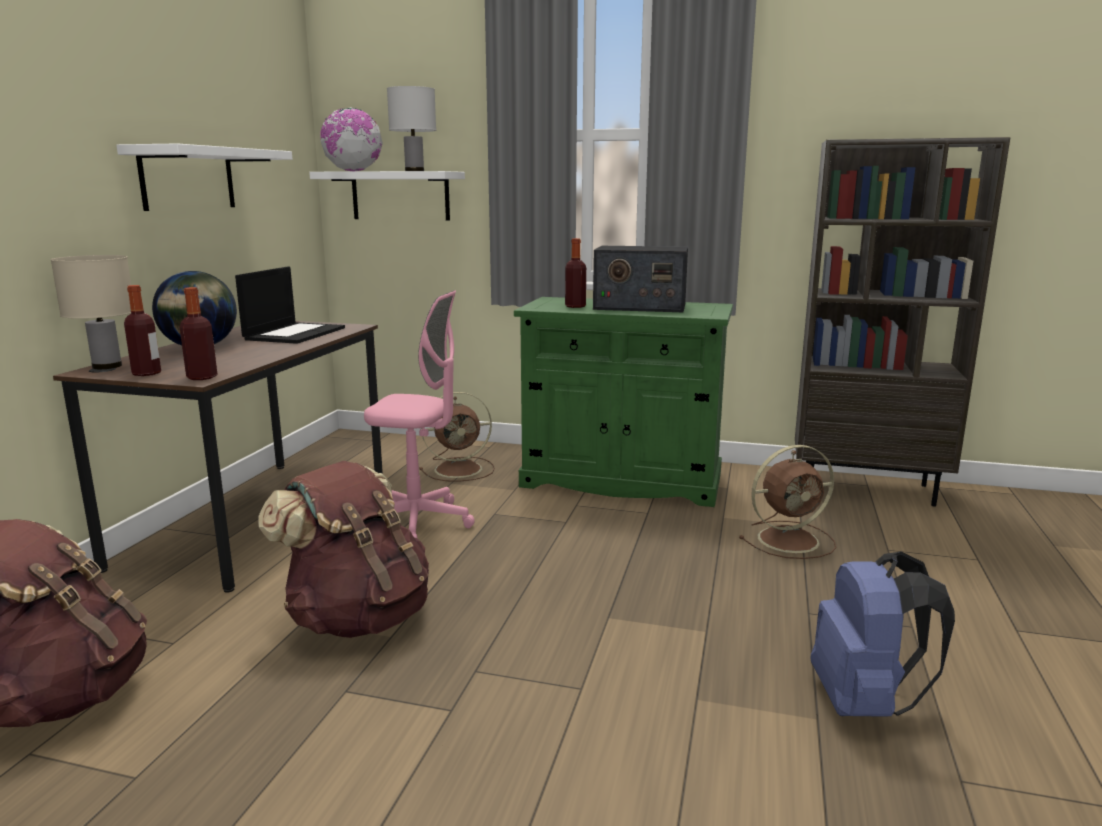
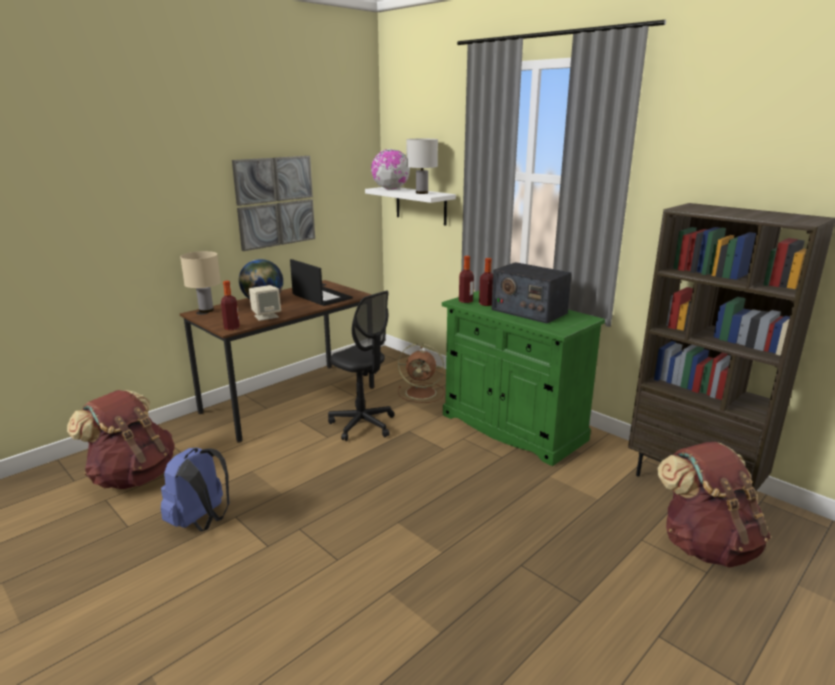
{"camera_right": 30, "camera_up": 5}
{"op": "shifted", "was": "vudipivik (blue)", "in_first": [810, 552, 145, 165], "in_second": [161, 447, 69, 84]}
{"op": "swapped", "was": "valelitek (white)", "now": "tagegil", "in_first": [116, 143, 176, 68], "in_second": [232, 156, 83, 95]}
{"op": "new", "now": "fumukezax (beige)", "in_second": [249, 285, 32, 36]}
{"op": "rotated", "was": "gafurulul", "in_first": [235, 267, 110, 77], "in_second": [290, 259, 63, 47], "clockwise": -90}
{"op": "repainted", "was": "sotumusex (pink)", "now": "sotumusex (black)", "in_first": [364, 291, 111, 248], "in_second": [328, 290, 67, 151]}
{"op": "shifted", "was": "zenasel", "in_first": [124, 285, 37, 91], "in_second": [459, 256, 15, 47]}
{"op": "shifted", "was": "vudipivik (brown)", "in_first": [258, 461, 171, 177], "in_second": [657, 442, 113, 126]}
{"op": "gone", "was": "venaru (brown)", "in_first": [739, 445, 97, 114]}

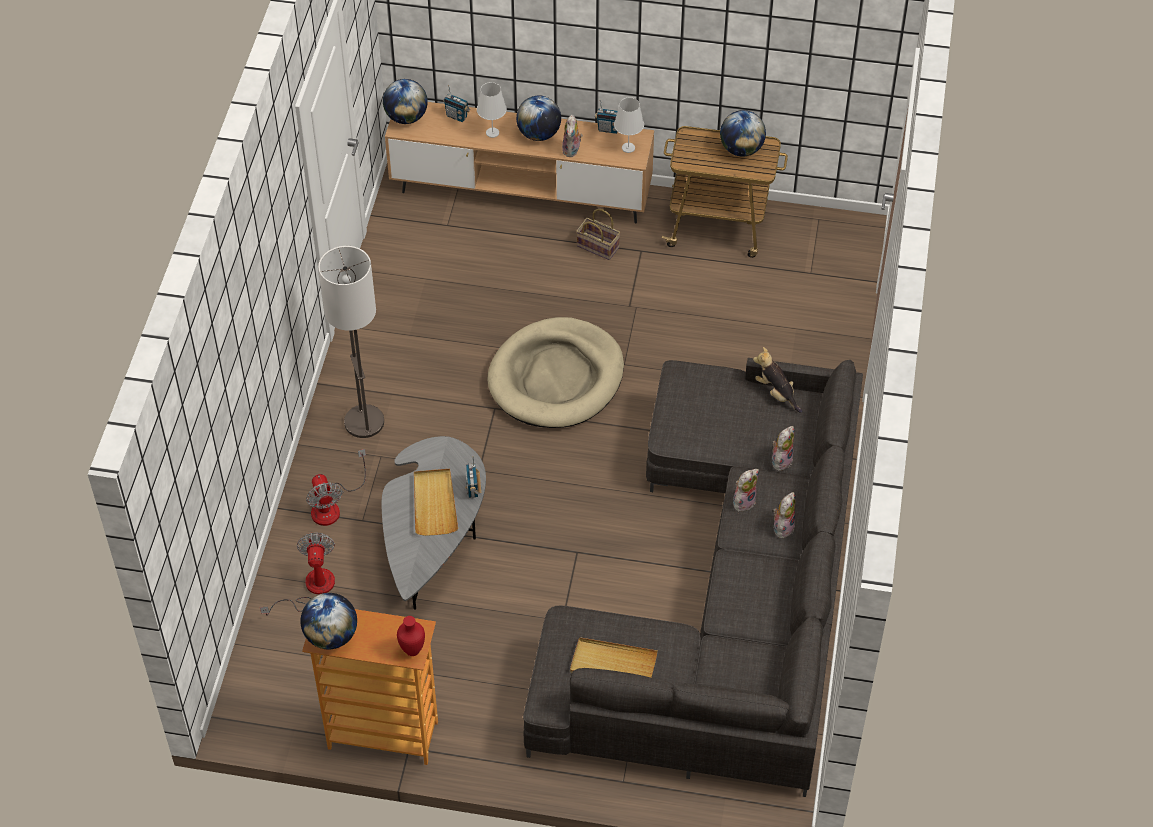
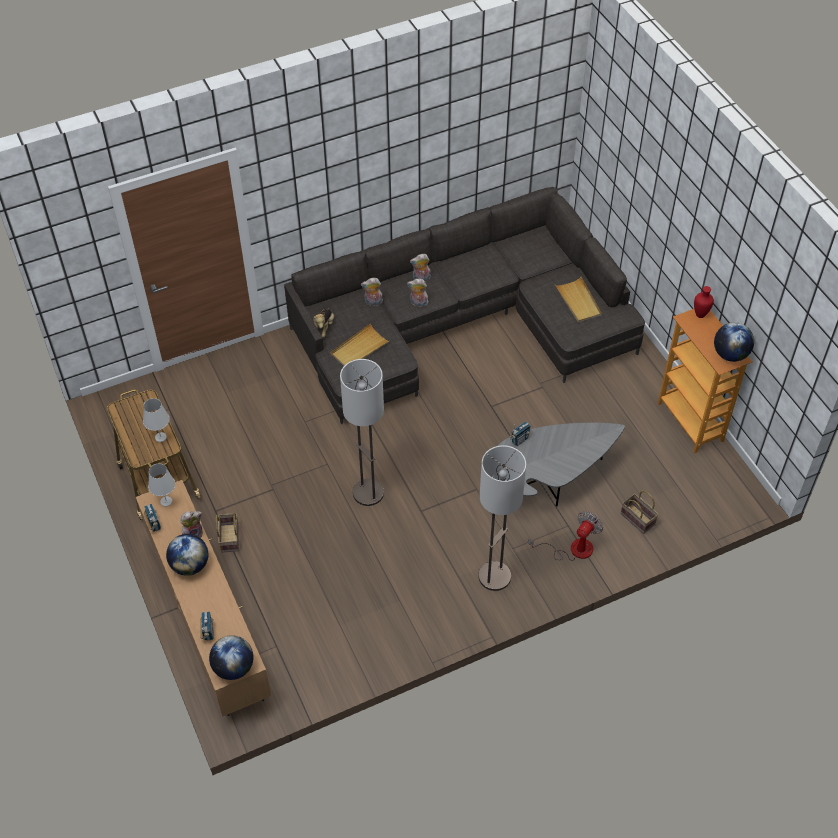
{"camera_right": -125, "camera_up": 0}
{"op": "shifted", "was": "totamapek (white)", "in_first": [477, 82, 30, 56], "in_second": [143, 398, 27, 44]}
{"op": "shifted", "was": "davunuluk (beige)", "in_first": [414, 469, 44, 67], "in_second": [331, 324, 58, 42]}
{"op": "swapped", "was": "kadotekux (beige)", "now": "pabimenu", "in_first": [487, 317, 137, 111], "in_second": [340, 359, 44, 147]}
{"op": "swapped", "was": "venaru", "now": "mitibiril", "in_first": [260, 532, 75, 84], "in_second": [621, 490, 38, 44]}
{"op": "gone", "was": "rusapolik", "in_first": [720, 110, 46, 46]}

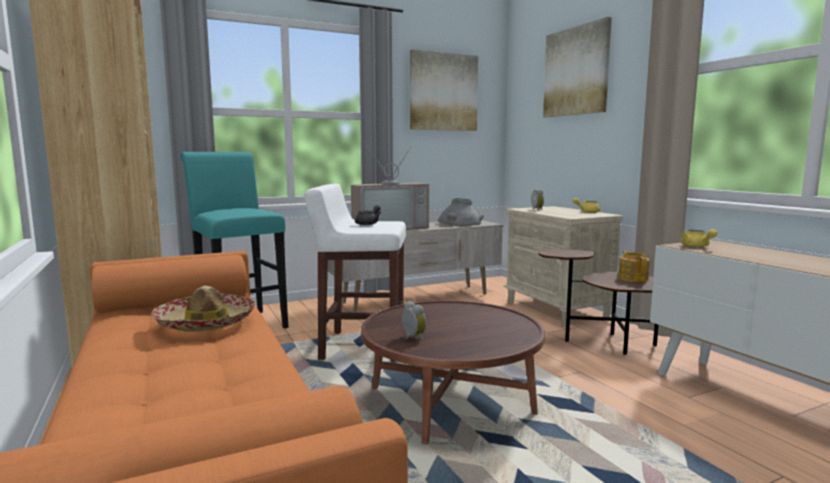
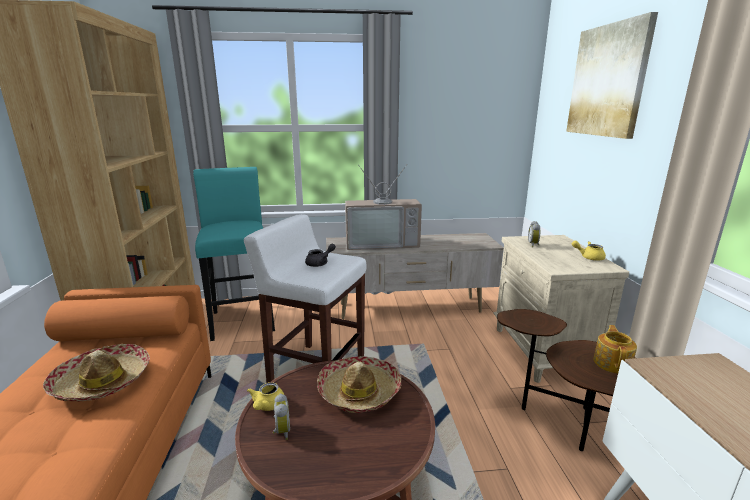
{"camera_right": 20, "camera_up": 10}
{"op": "shifted", "was": "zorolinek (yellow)", "in_first": [681, 229, 36, 18], "in_second": [247, 382, 37, 29]}
{"op": "new", "now": "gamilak", "in_second": [317, 356, 84, 57]}
{"op": "gone", "was": "tagegil", "in_first": [410, 49, 68, 82]}
{"op": "gone", "was": "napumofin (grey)", "in_first": [438, 198, 46, 28]}

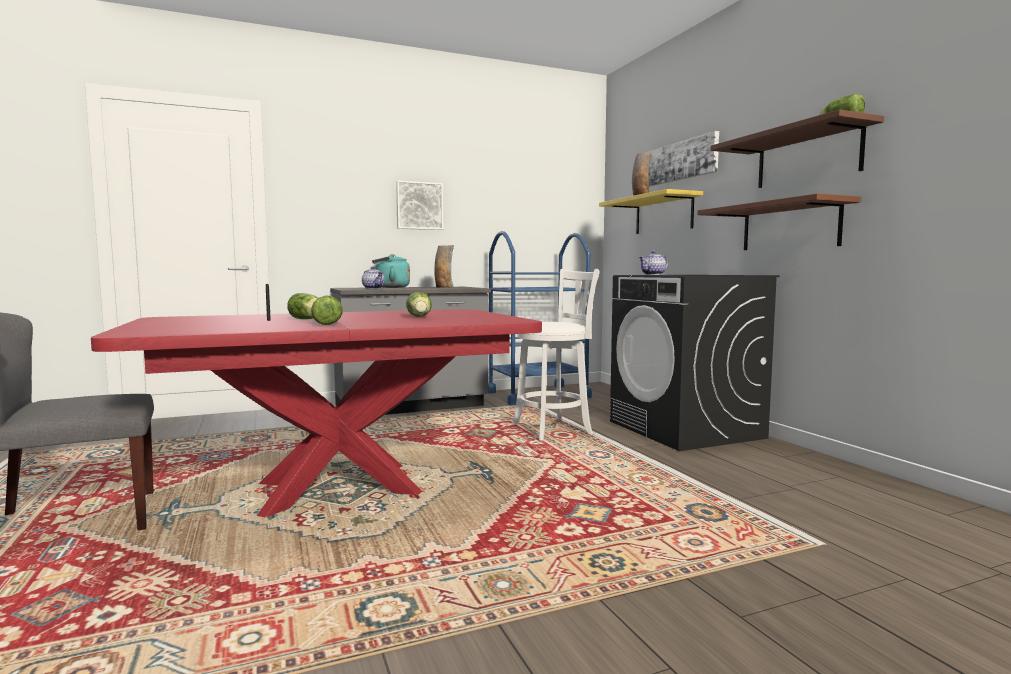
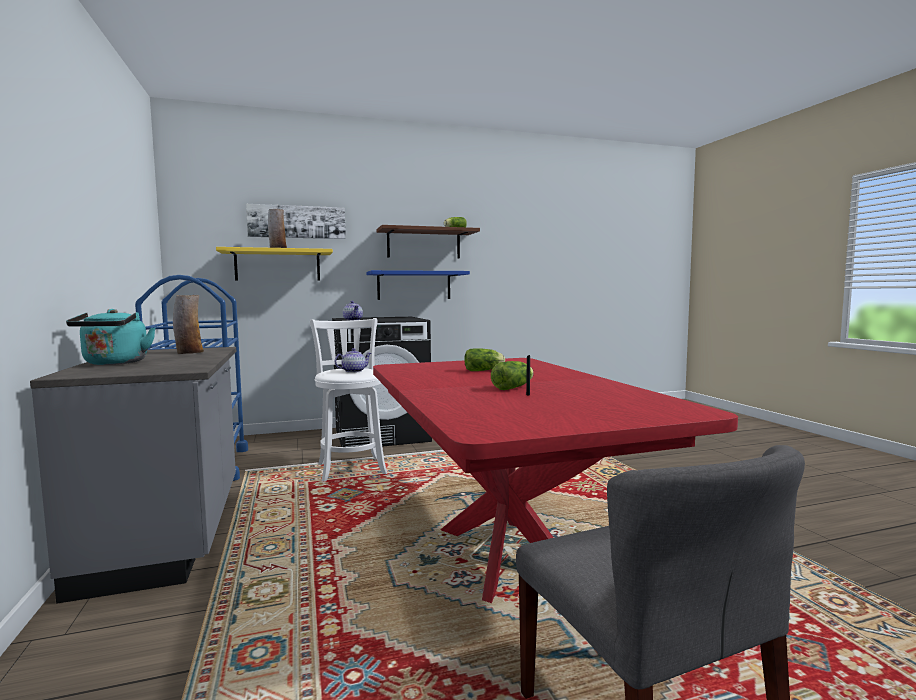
{"camera_right": -85, "camera_up": 0}
{"op": "shifted", "was": "zorolinek", "in_first": [362, 266, 23, 23], "in_second": [335, 348, 37, 25]}
{"op": "repainted", "was": "valelitek (brown)", "now": "valelitek (blue)", "in_first": [697, 193, 164, 57], "in_second": [367, 270, 103, 30]}
{"op": "gone", "was": "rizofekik", "in_first": [311, 295, 31, 30]}
{"op": "gone", "was": "tagegil", "in_first": [396, 180, 47, 50]}

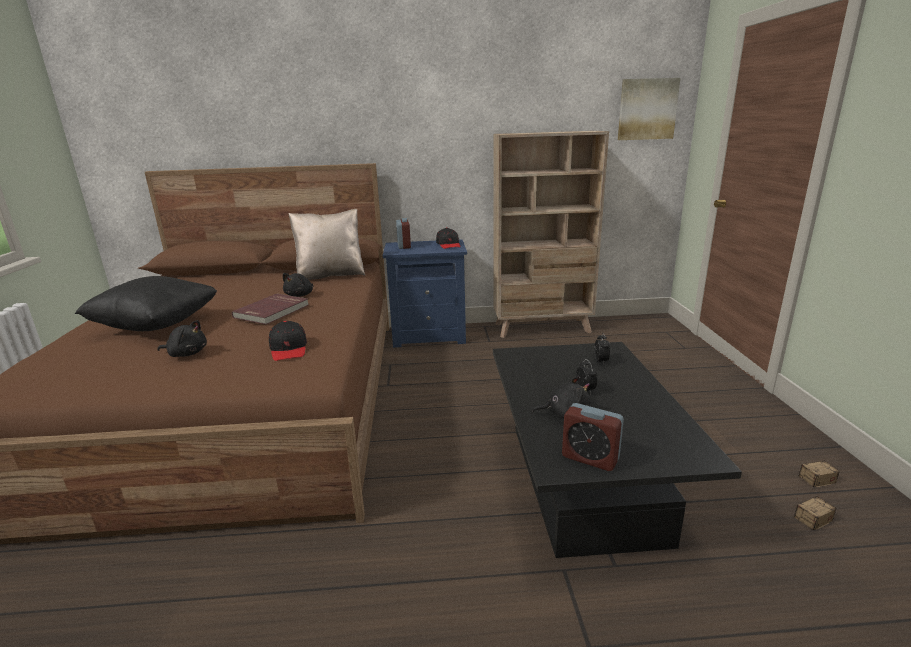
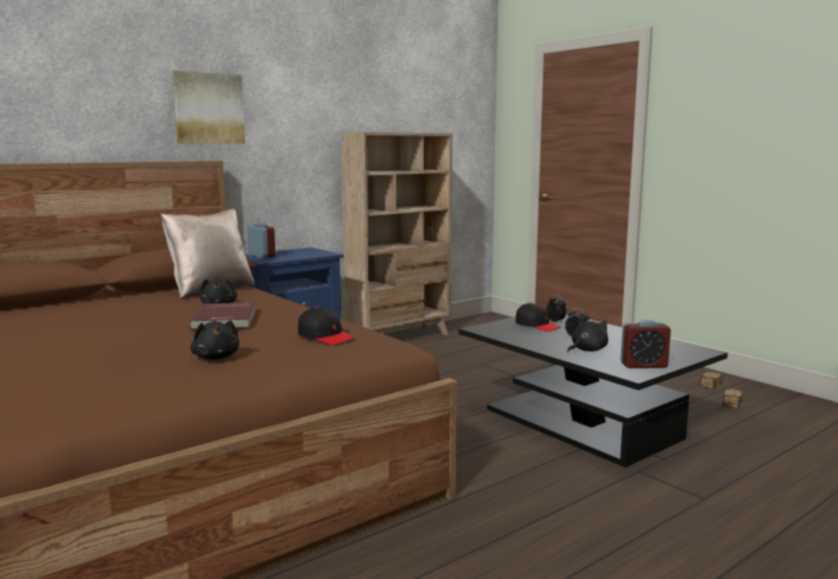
{"camera_right": -35, "camera_up": -10}
{"op": "shifted", "was": "tagegil", "in_first": [618, 78, 62, 62], "in_second": [172, 71, 73, 73]}
{"op": "rotated", "was": "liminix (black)", "in_first": [158, 320, 49, 37], "in_second": [190, 320, 49, 40], "clockwise": 90}
{"op": "shifted", "was": "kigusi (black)", "in_first": [436, 228, 25, 21], "in_second": [515, 303, 46, 29]}
{"op": "gone", "was": "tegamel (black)", "in_first": [75, 276, 142, 55]}

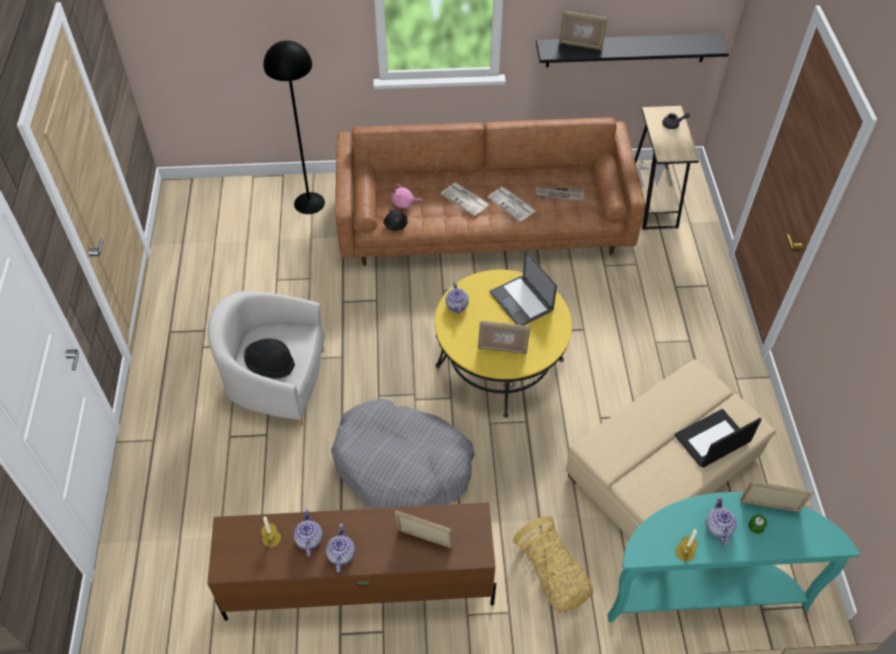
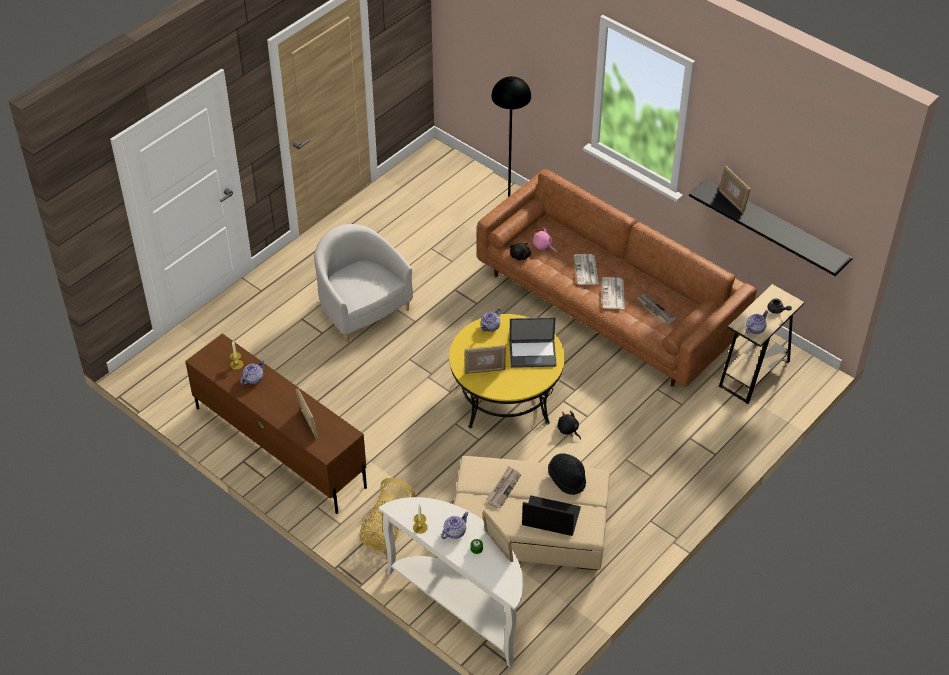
{"camera_right": 45, "camera_up": -5}
{"op": "repainted", "was": "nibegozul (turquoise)", "now": "nibegozul (white)", "in_first": [607, 492, 253, 130], "in_second": [379, 497, 144, 170]}
{"op": "rotated", "was": "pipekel", "in_first": [478, 321, 52, 33], "in_second": [465, 345, 41, 29], "clockwise": -60}
{"op": "new", "now": "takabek", "in_second": [486, 467, 35, 42]}
{"op": "rotated", "was": "gafurulul", "in_first": [490, 251, 67, 74], "in_second": [509, 317, 48, 51], "clockwise": -105}
{"op": "shifted", "was": "gamilak (black)", "in_first": [244, 338, 51, 41], "in_second": [548, 453, 38, 42]}
{"op": "new", "now": "liminix (black)", "in_second": [557, 411, 24, 29]}
{"op": "shifted", "was": "zorolinek", "in_first": [326, 524, 29, 49], "in_second": [745, 311, 23, 23]}
{"op": "gone", "was": "kadotekux (grey)", "in_first": [331, 398, 144, 111]}

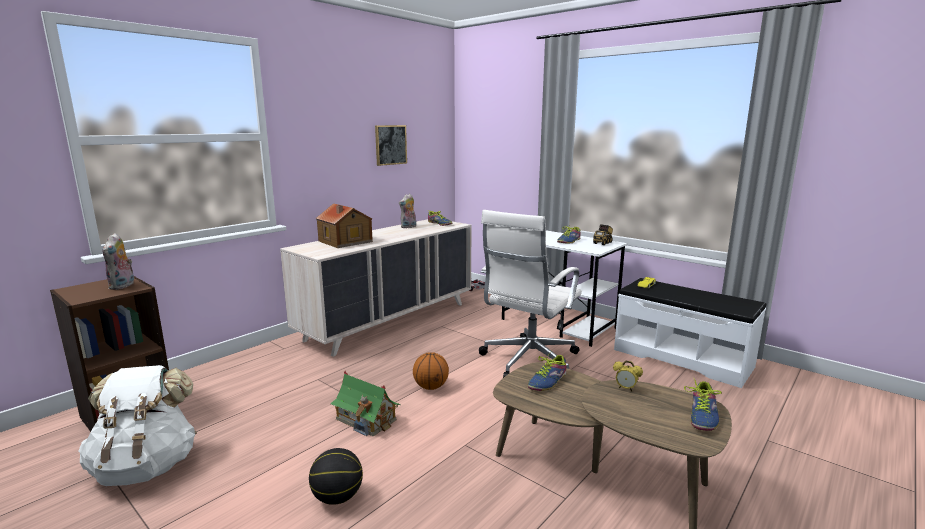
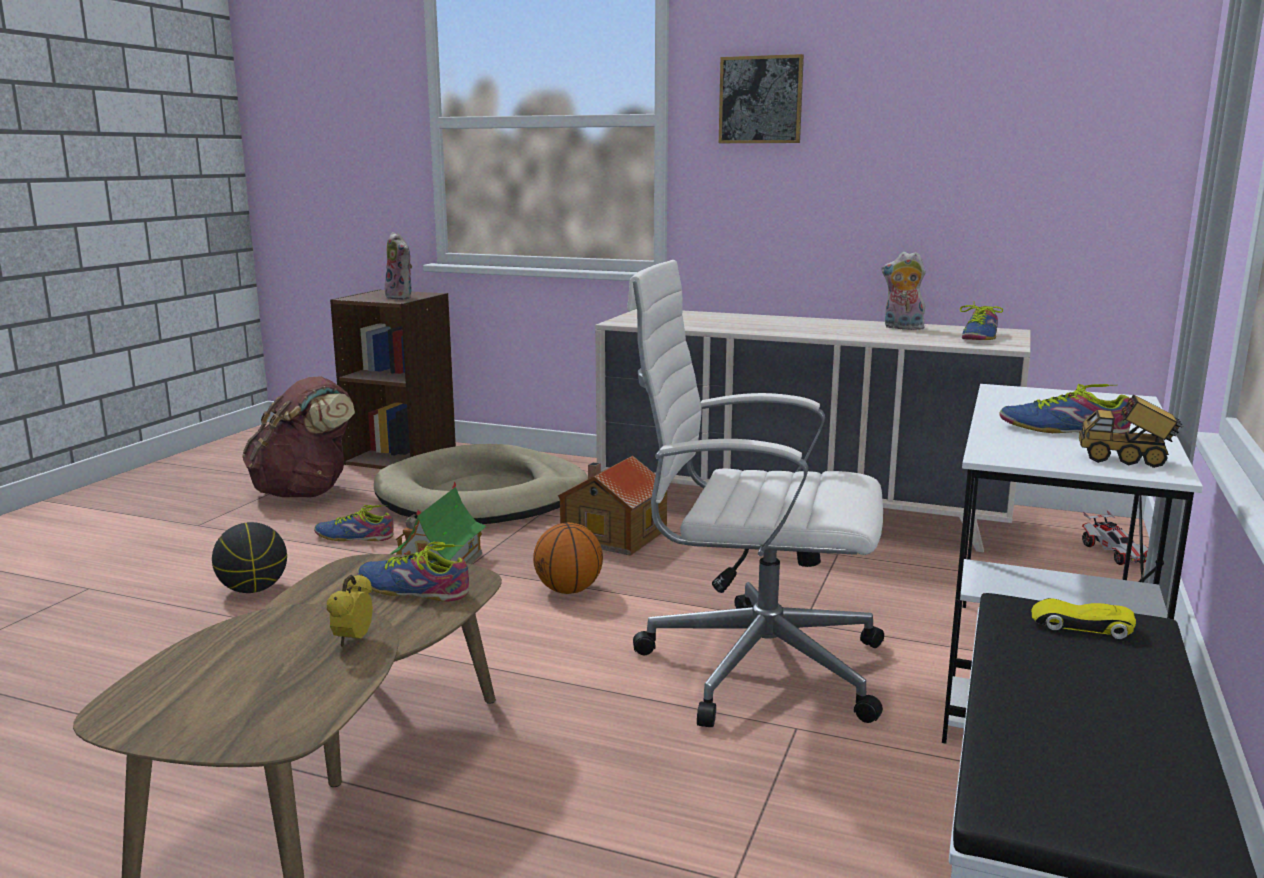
{"camera_right": 70, "camera_up": 0}
{"op": "repainted", "was": "vudipivik (white)", "now": "vudipivik (brown)", "in_first": [78, 365, 119, 121], "in_second": [242, 376, 113, 121]}
{"op": "shifted", "was": "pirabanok", "in_first": [684, 377, 38, 54], "in_second": [314, 505, 80, 36]}
{"op": "new", "now": "kadotekux (beige)", "in_second": [374, 444, 214, 80]}
{"op": "rotated", "was": "liminix", "in_first": [103, 233, 31, 57], "in_second": [385, 232, 27, 68], "clockwise": -105}
{"op": "shifted", "was": "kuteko", "in_first": [316, 203, 57, 45], "in_second": [558, 456, 109, 100]}
{"op": "shifted", "was": "tagegil", "in_first": [375, 125, 32, 41], "in_second": [719, 54, 85, 89]}

